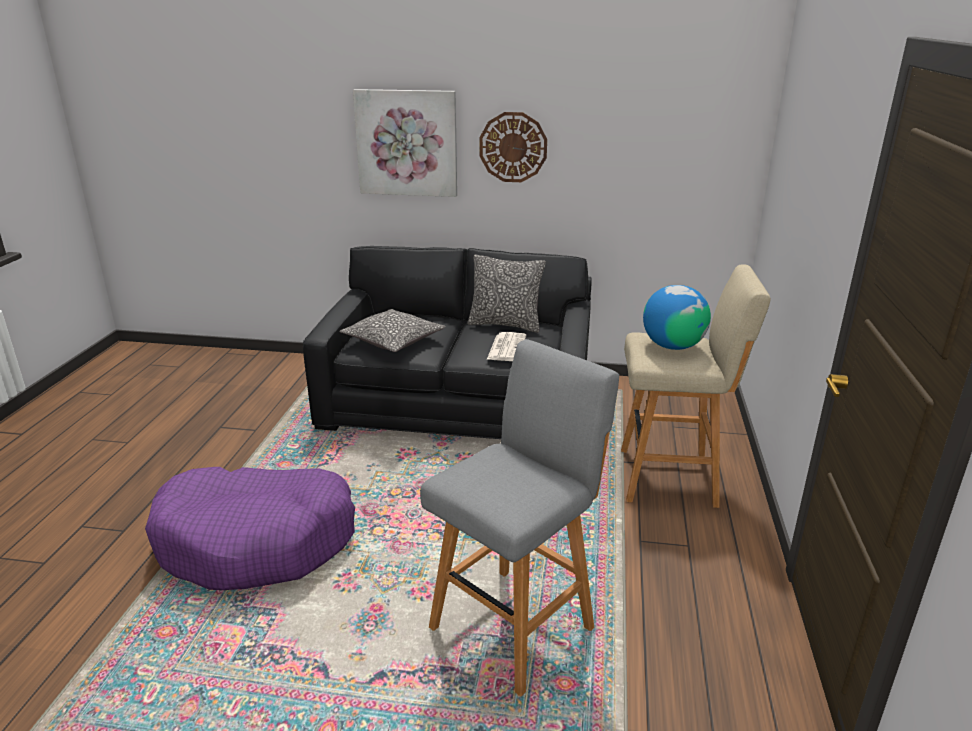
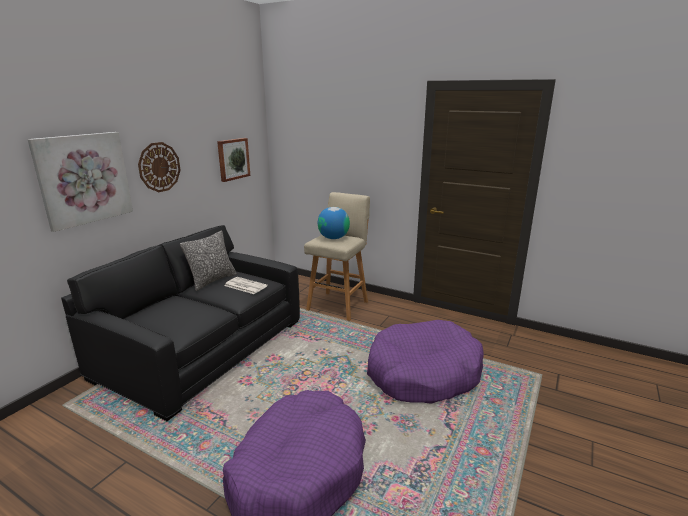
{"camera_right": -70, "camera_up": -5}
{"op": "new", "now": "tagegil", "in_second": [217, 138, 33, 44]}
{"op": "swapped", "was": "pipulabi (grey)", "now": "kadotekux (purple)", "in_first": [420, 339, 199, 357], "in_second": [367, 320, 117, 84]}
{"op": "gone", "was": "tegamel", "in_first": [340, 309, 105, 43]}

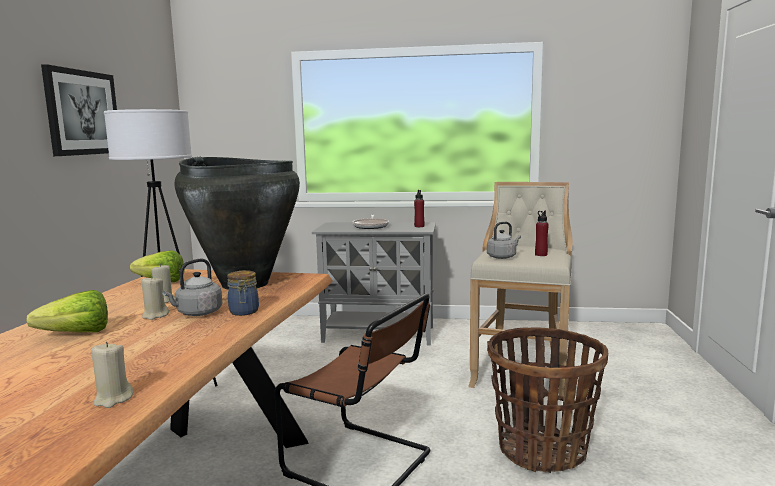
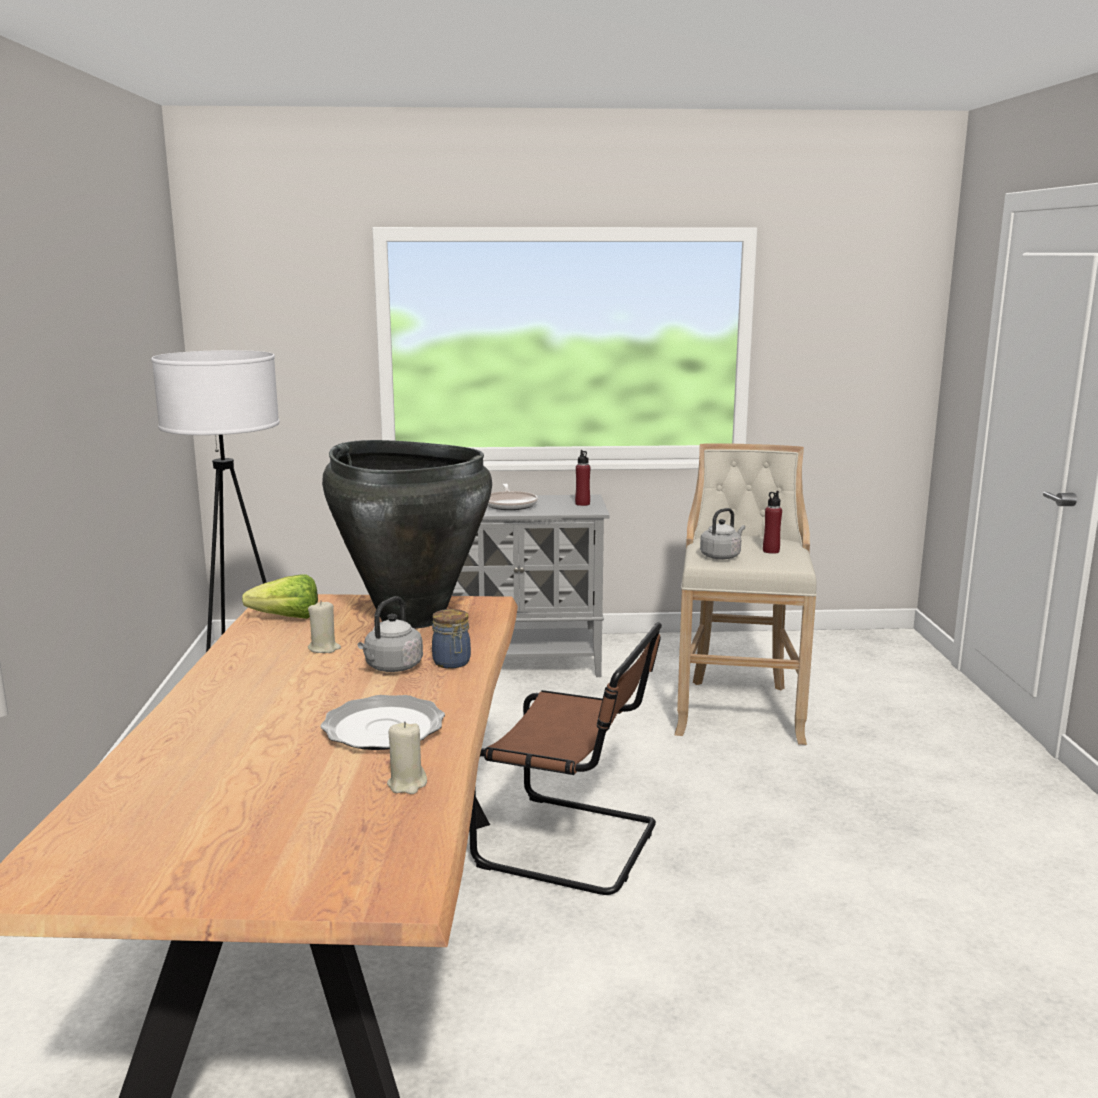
{"camera_right": -10, "camera_up": 5}
{"op": "new", "now": "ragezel", "in_second": [320, 695, 125, 55]}
{"op": "gone", "was": "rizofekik", "in_first": [26, 290, 82, 42]}
{"op": "gone", "was": "tagegil", "in_first": [41, 64, 76, 92]}
{"op": "gone", "was": "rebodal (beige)", "in_first": [141, 276, 28, 44]}
{"op": "gone", "was": "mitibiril", "in_first": [487, 327, 121, 146]}

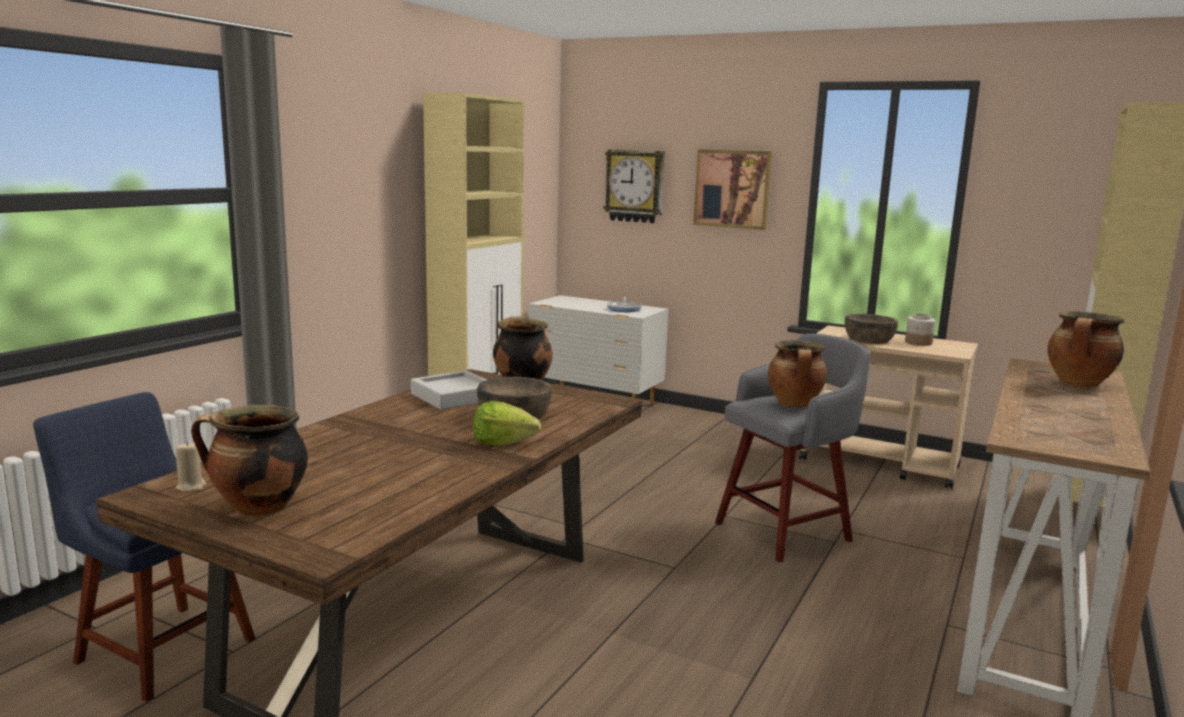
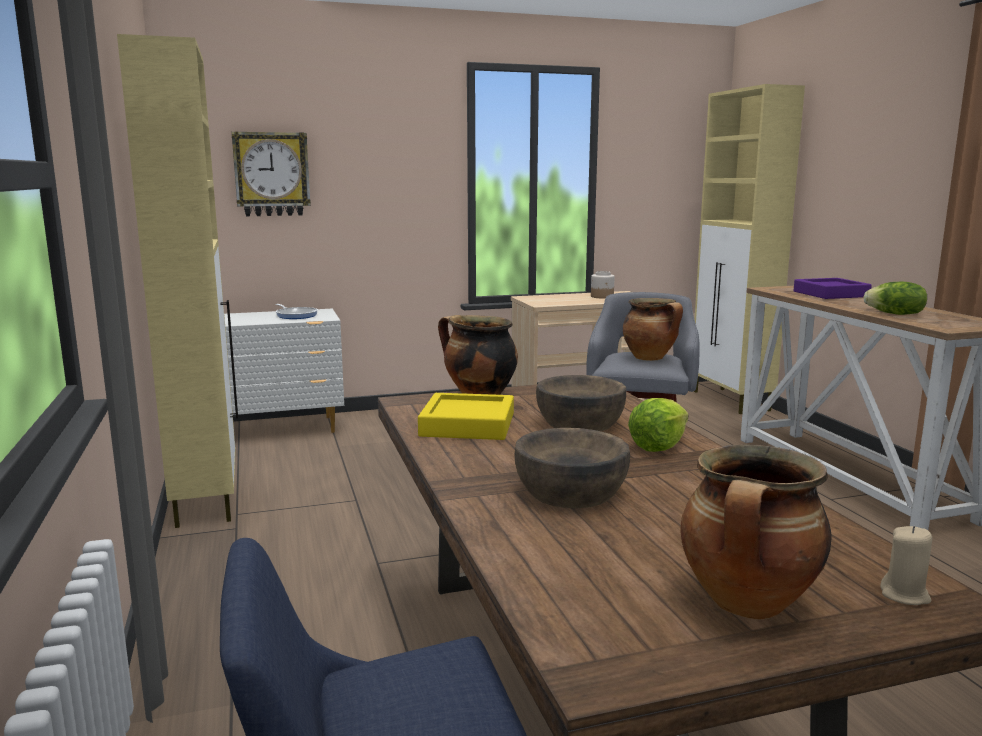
{"camera_right": -45, "camera_up": 0}
{"op": "repainted", "was": "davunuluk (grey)", "now": "davunuluk (yellow)", "in_first": [411, 371, 76, 39], "in_second": [418, 393, 96, 47]}
{"op": "shifted", "was": "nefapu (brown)", "in_first": [845, 314, 53, 30], "in_second": [514, 428, 116, 80]}
{"op": "swapped", "was": "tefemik", "now": "davunuluk (purple)", "in_first": [1048, 311, 76, 77], "in_second": [793, 278, 79, 21]}
{"op": "new", "now": "rizofekik", "in_second": [863, 282, 64, 33]}
{"op": "shifted", "was": "rebodal (beige)", "in_first": [175, 441, 31, 51], "in_second": [880, 526, 52, 79]}
{"op": "gone", "was": "tagegil", "in_first": [693, 149, 79, 81]}

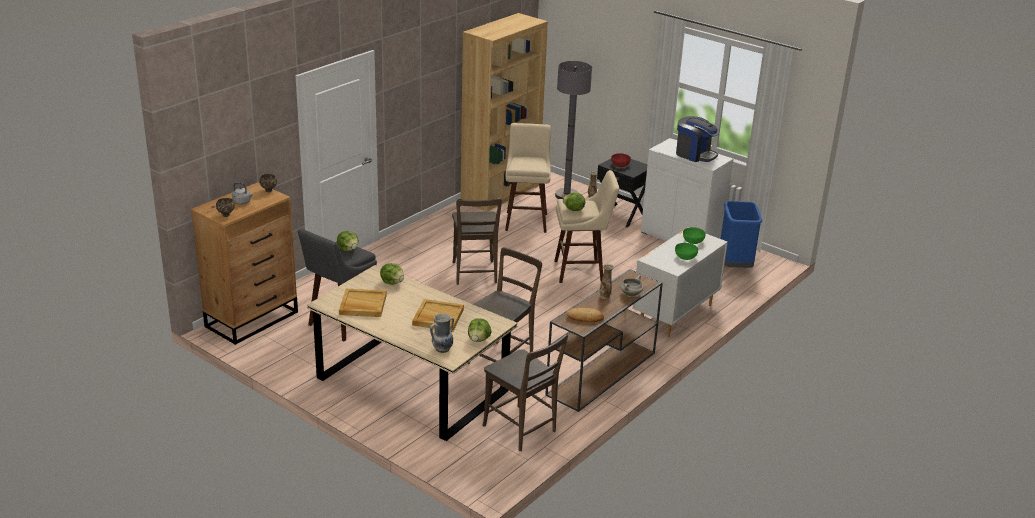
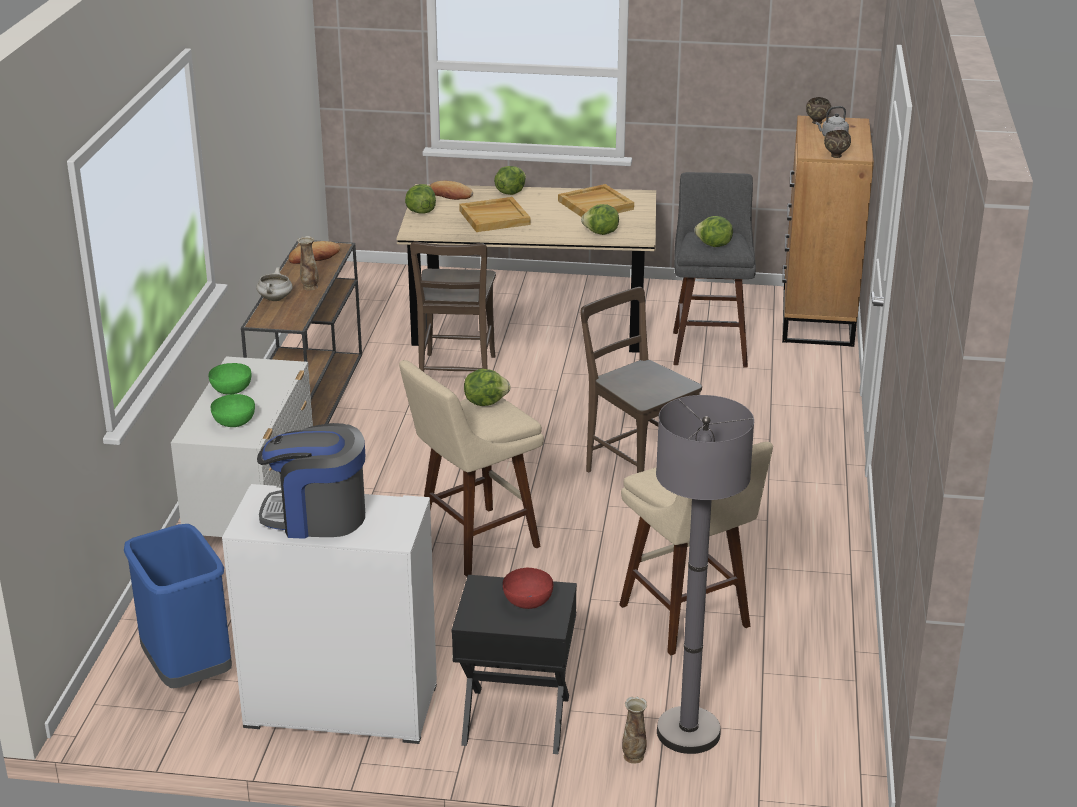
{"camera_right": 150, "camera_up": 0}
{"op": "swapped", "was": "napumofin", "now": "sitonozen", "in_first": [430, 313, 24, 40], "in_second": [430, 181, 43, 19]}
{"op": "new", "now": "rizofekik", "in_second": [494, 166, 32, 29]}
{"op": "gone", "was": "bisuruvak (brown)", "in_first": [461, 13, 87, 199]}
{"op": "gone", "was": "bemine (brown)", "in_first": [482, 335, 86, 116]}

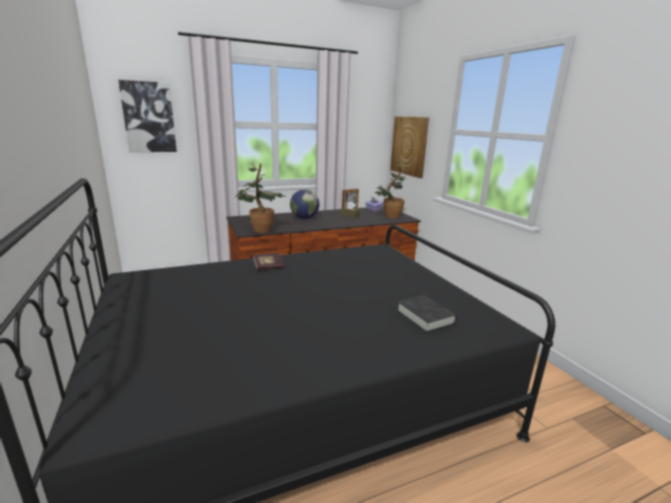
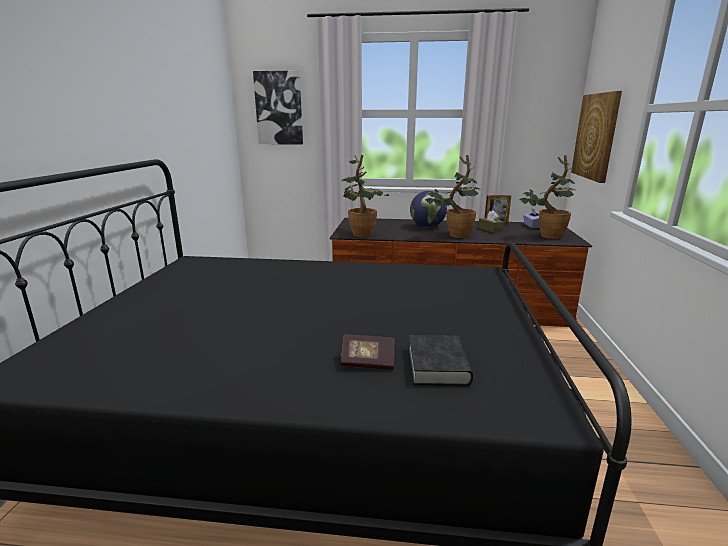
{"camera_right": 30, "camera_up": 0}
{"op": "shifted", "was": "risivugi", "in_first": [253, 253, 31, 17], "in_second": [341, 334, 53, 36]}
{"op": "new", "now": "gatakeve", "in_second": [425, 155, 54, 83]}

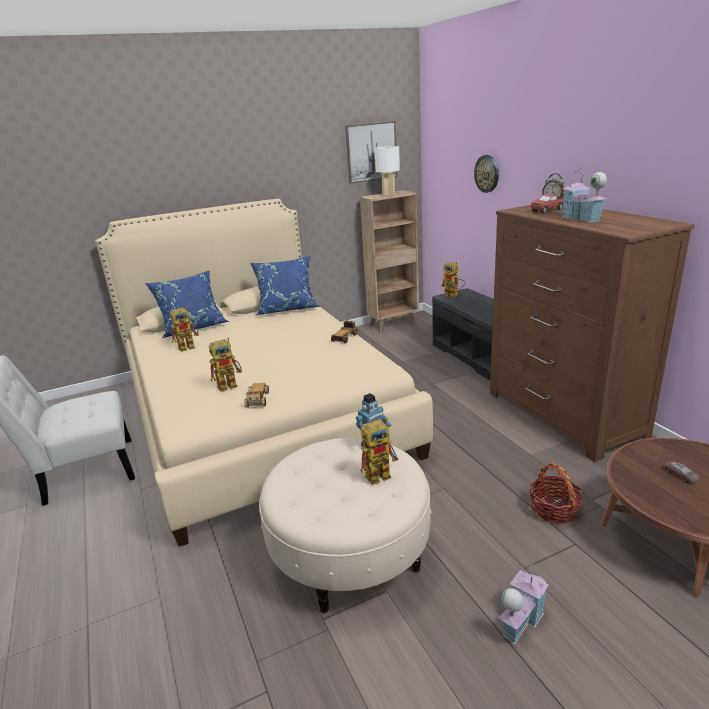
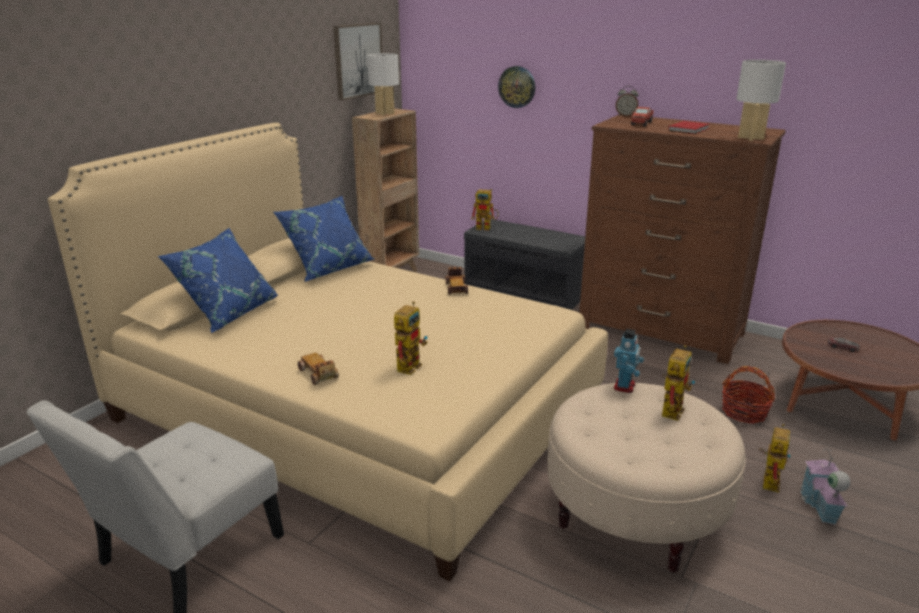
{"camera_right": -35, "camera_up": 0}
{"op": "shifted", "was": "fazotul", "in_first": [245, 383, 24, 24], "in_second": [298, 353, 41, 32]}
{"op": "swapped", "was": "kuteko", "now": "risivugi (red)", "in_first": [562, 167, 45, 55], "in_second": [668, 121, 42, 13]}
{"op": "new", "now": "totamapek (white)", "in_second": [736, 60, 50, 81]}
{"op": "shifted", "was": "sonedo", "in_first": [170, 306, 29, 46], "in_second": [758, 424, 33, 68]}

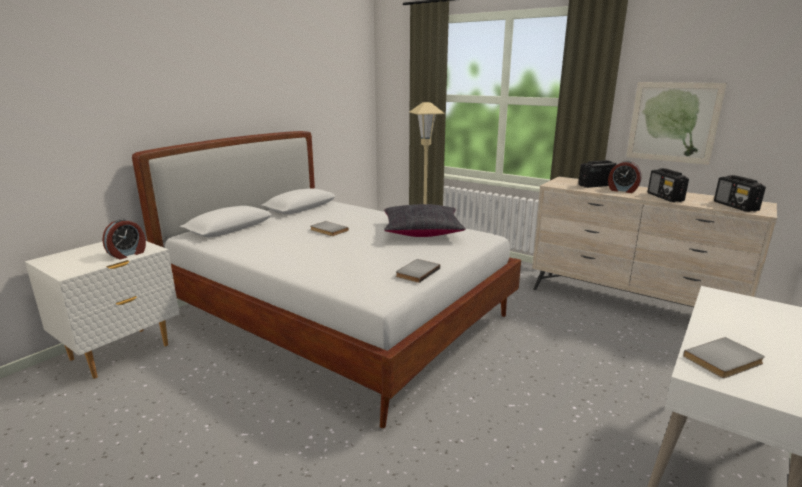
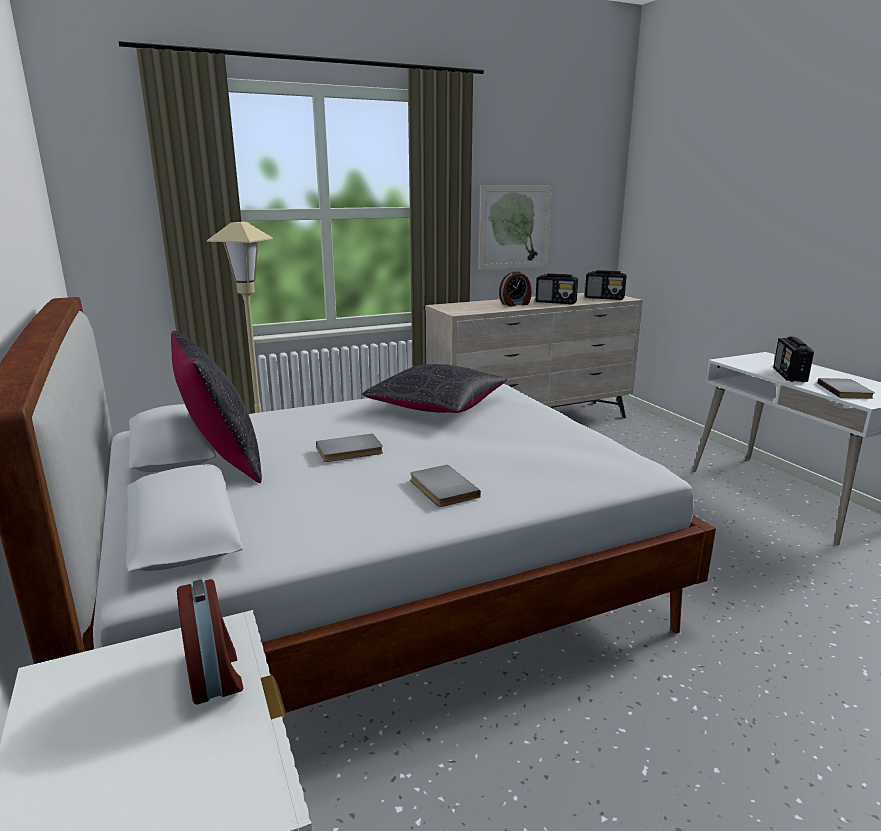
{"camera_right": -60, "camera_up": 0}
{"op": "new", "now": "tegamel (black)", "in_second": [171, 331, 91, 152]}
{"op": "shifted", "was": "risivugi (grey)", "in_first": [396, 259, 44, 24], "in_second": [410, 465, 71, 42]}
{"op": "shifted", "was": "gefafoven", "in_first": [578, 160, 39, 28], "in_second": [773, 336, 41, 46]}

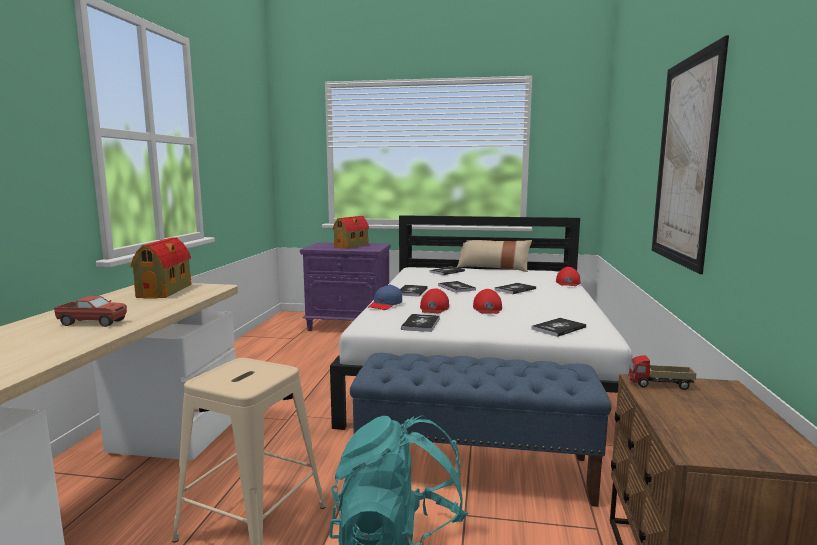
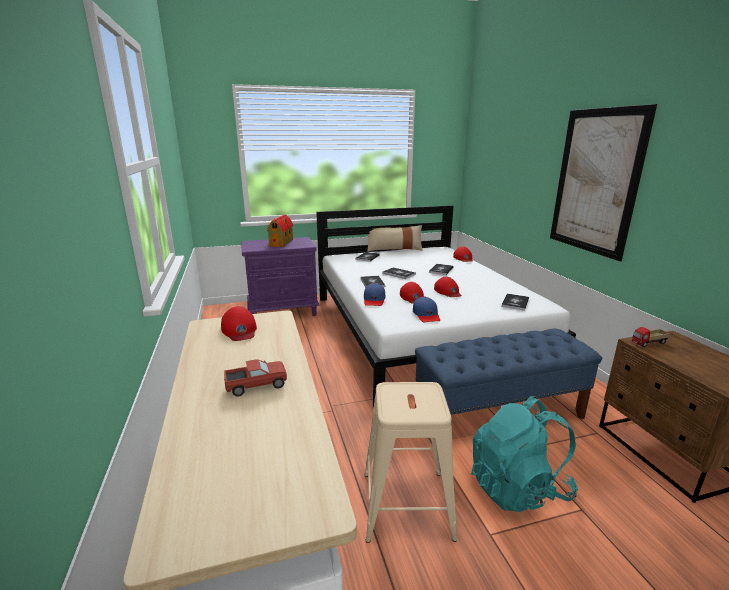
{"camera_right": -25, "camera_up": 10}
{"op": "swapped", "was": "kuteko", "now": "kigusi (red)", "in_first": [130, 237, 61, 61], "in_second": [221, 306, 36, 35]}
{"op": "swapped", "was": "risivugi", "now": "kigusi (blue)", "in_first": [401, 314, 39, 18], "in_second": [413, 297, 27, 25]}

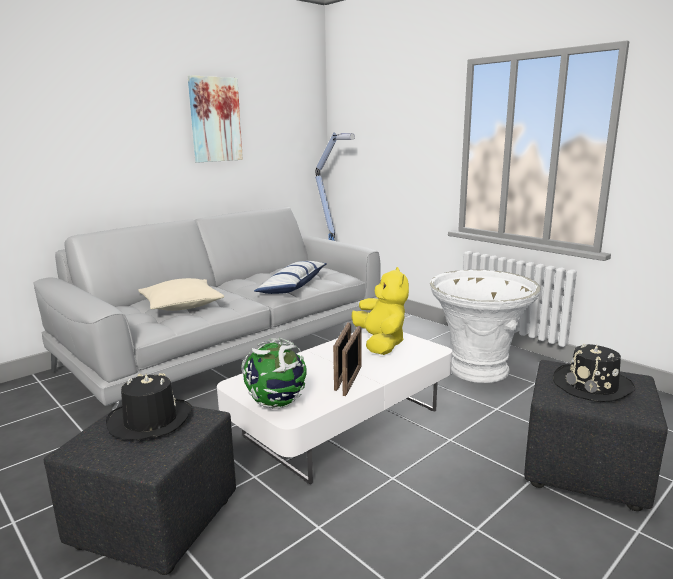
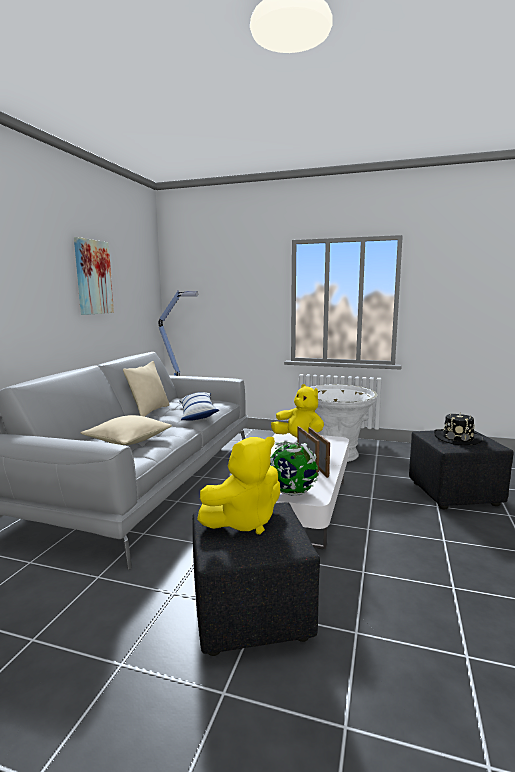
{"camera_right": -30, "camera_up": -5}
{"op": "new", "now": "tegamel (beige)", "in_second": [123, 361, 47, 56]}
{"op": "swapped", "was": "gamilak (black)", "now": "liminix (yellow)", "in_first": [106, 373, 86, 68], "in_second": [197, 437, 83, 97]}

